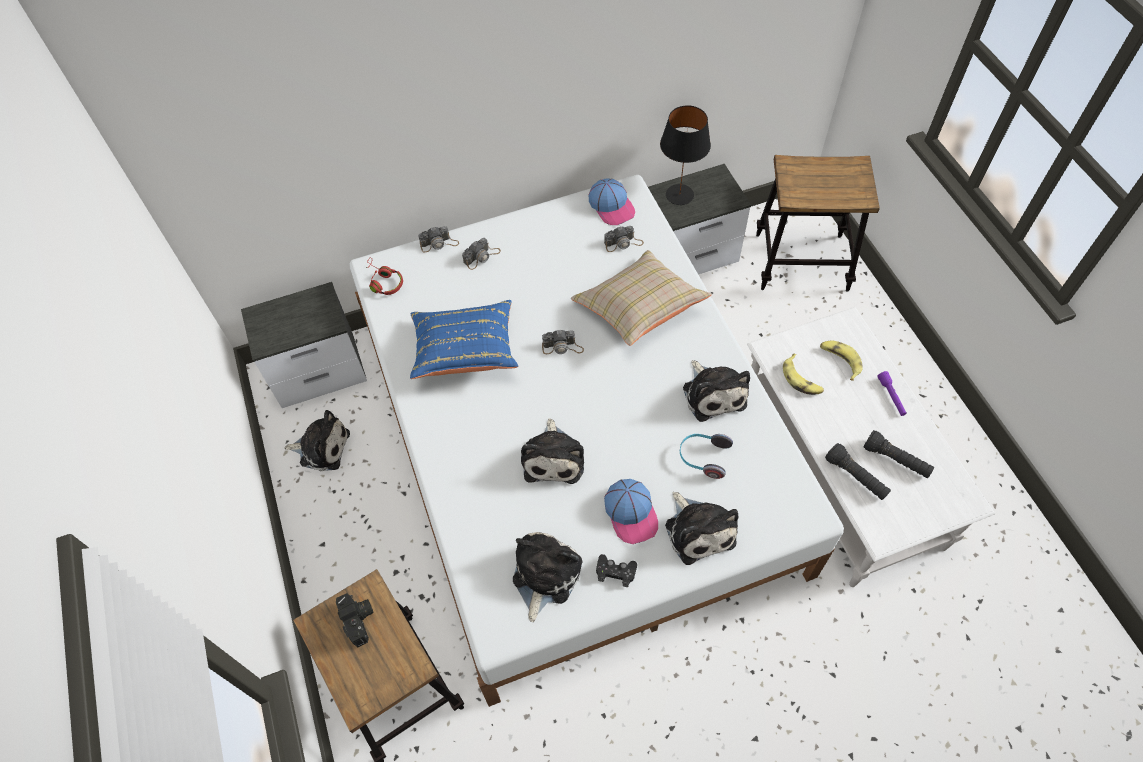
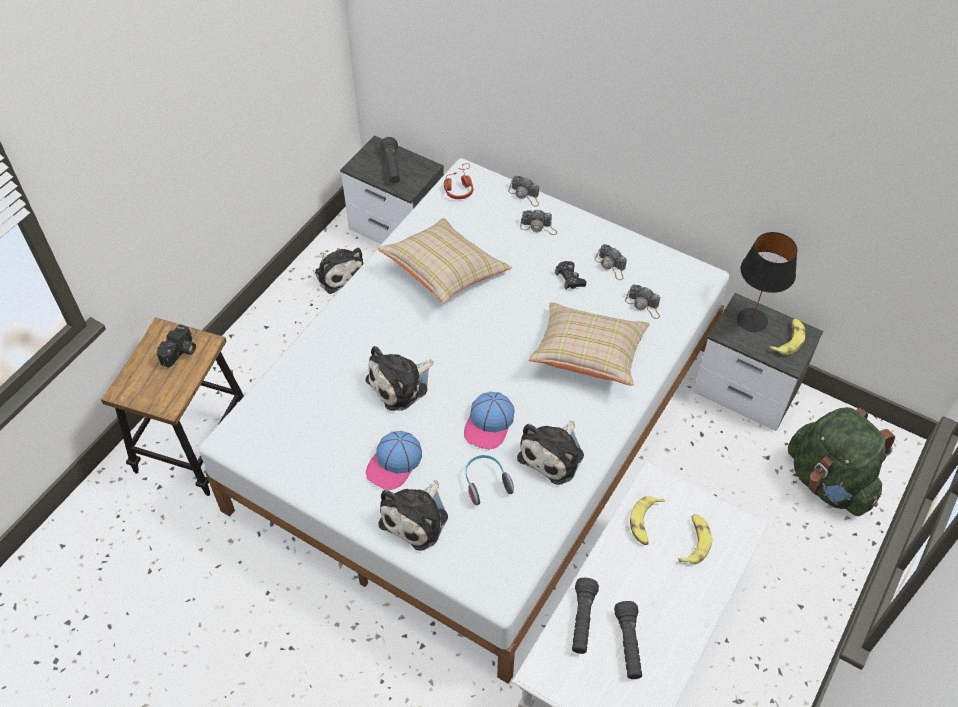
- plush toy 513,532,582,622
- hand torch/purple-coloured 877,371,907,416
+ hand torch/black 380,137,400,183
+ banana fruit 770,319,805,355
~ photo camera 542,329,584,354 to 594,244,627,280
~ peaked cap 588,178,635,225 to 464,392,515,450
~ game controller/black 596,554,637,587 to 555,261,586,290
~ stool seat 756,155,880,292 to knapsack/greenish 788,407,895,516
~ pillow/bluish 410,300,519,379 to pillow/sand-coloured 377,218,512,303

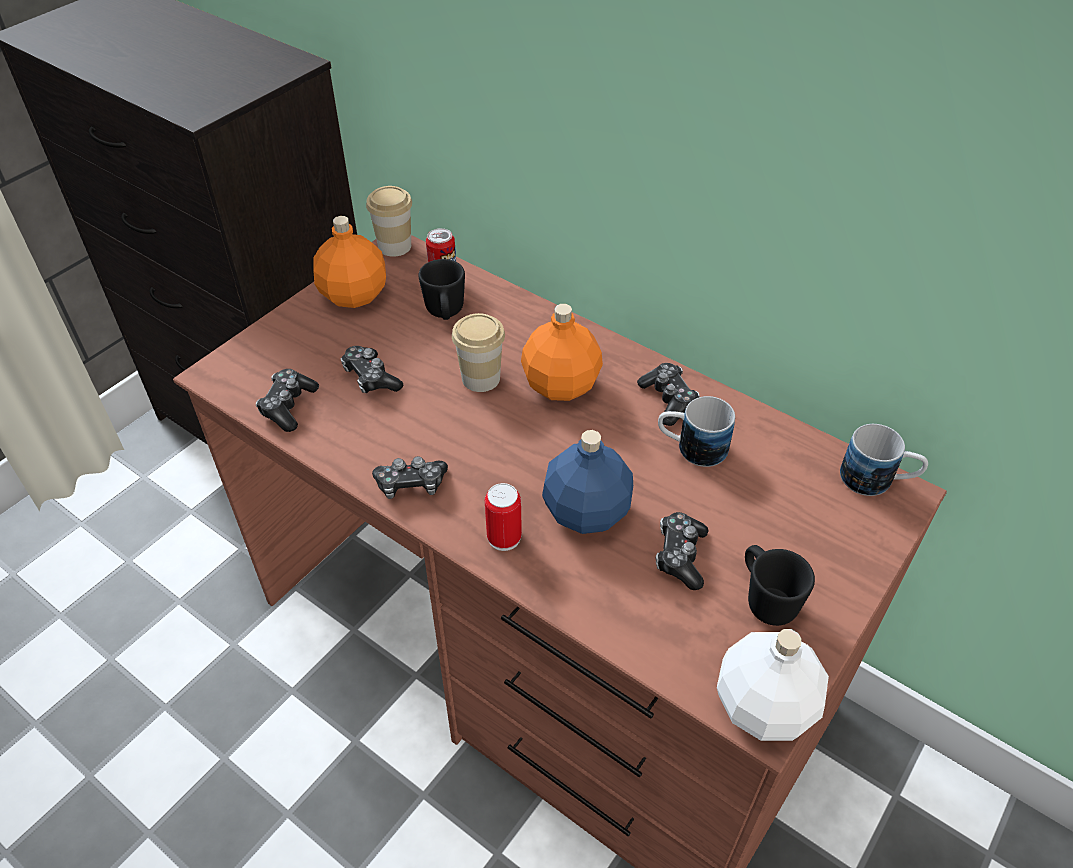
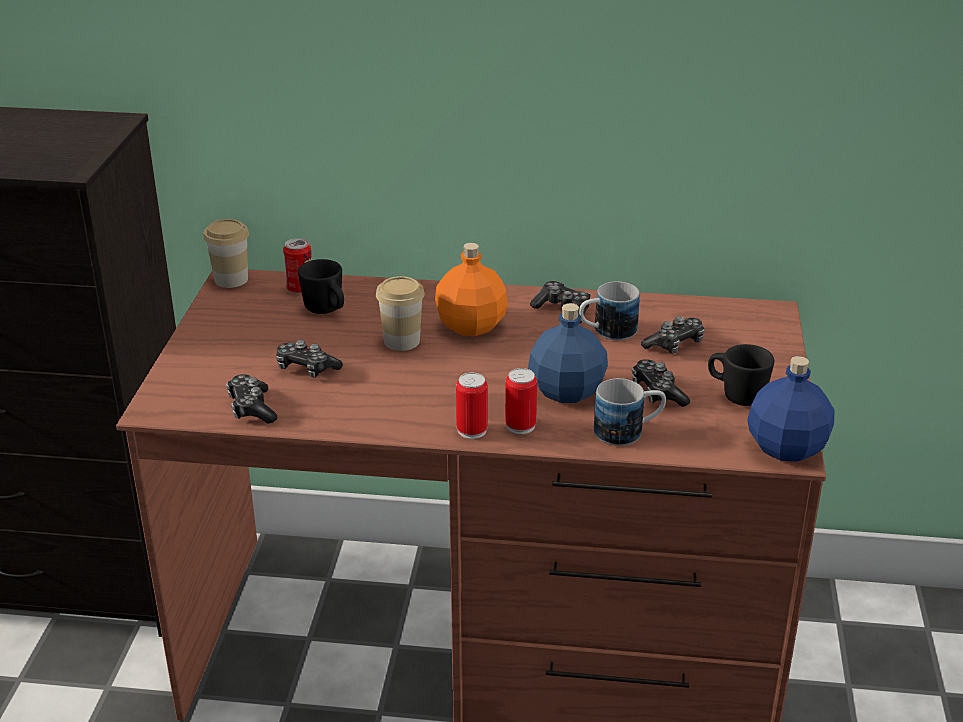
- beverage bottle/orange 313,216,386,308
+ can 456,373,488,439
~ game controller 372,456,448,499 to 641,316,705,354
~ tea mug 840,424,928,496 to 594,378,666,446
~ beverage bottle/white 717,629,829,741 to beverage bottle/bluish 747,356,835,462

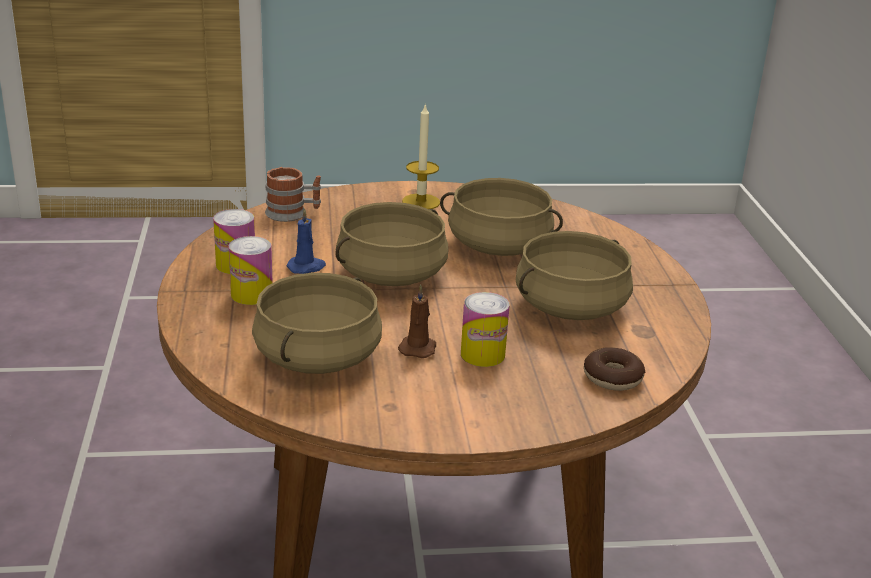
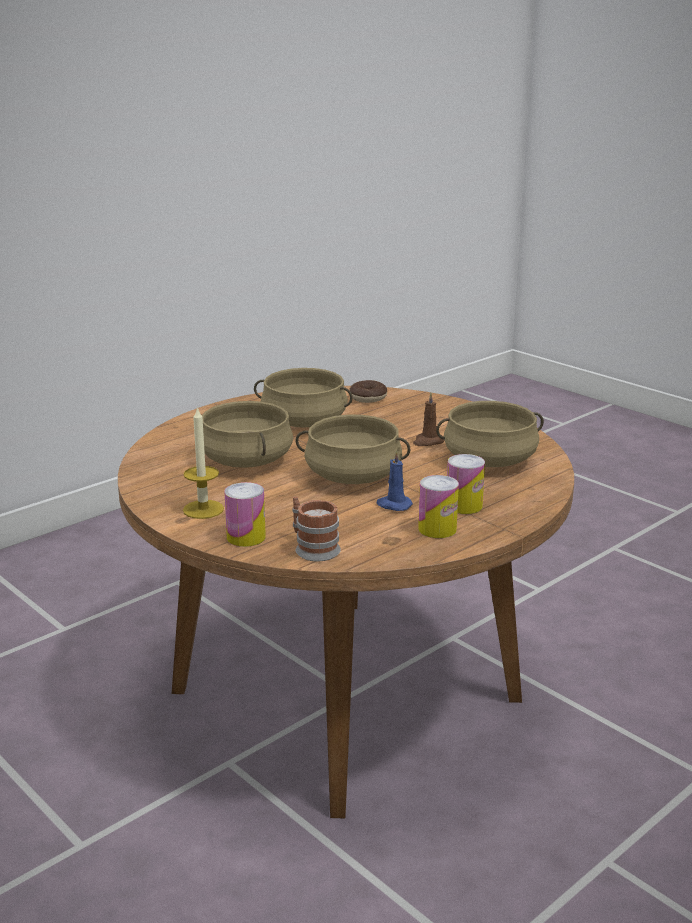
~ can 461,292,510,367 to 224,482,266,547

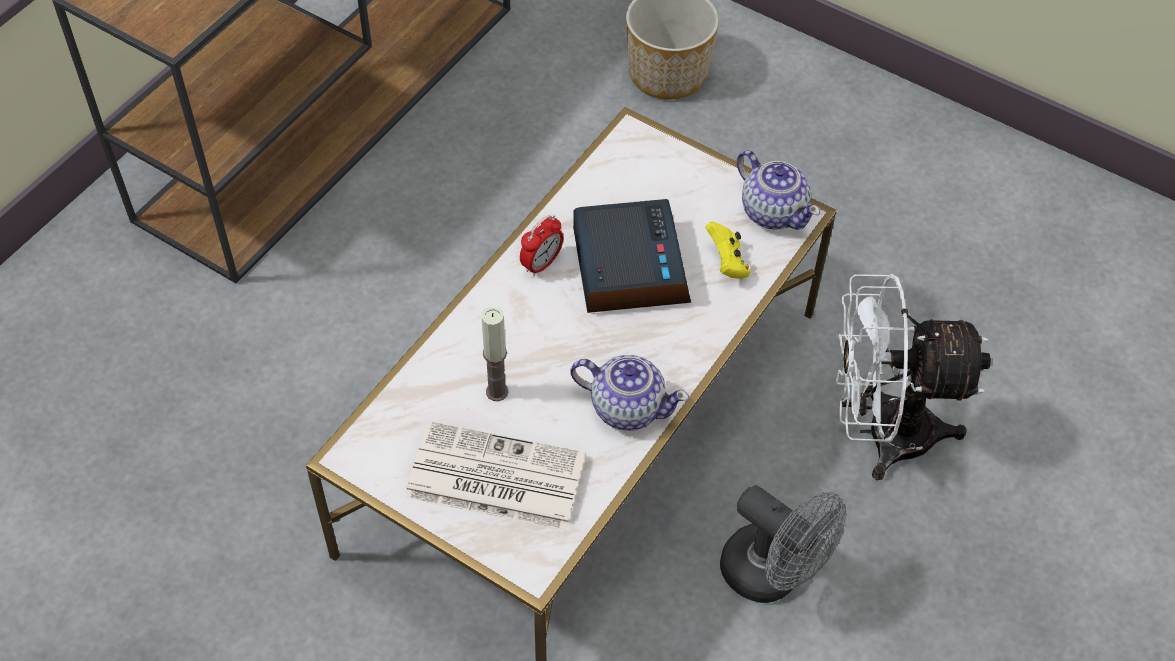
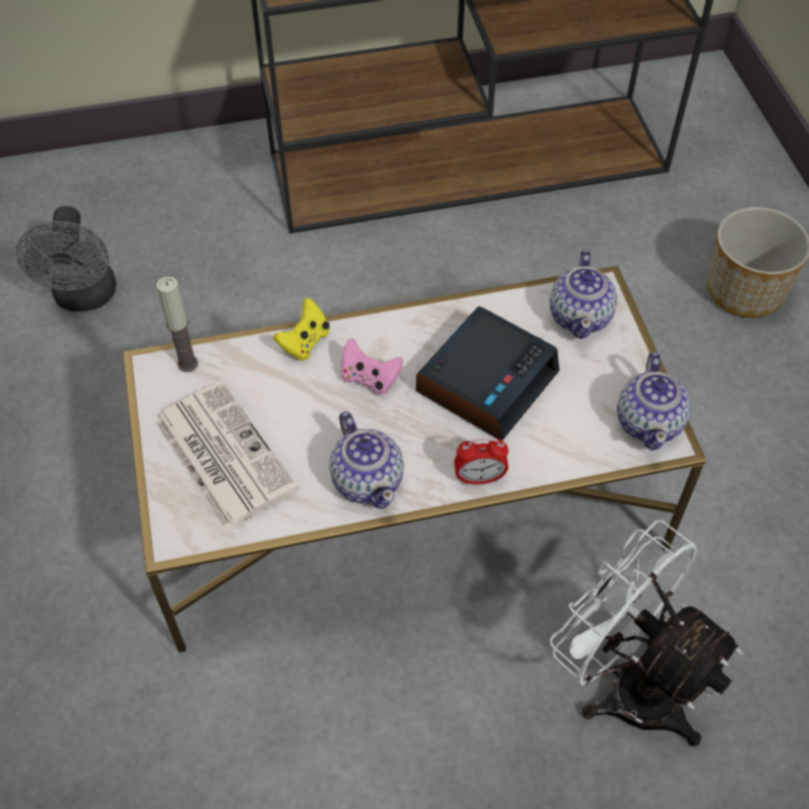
+ game controller/pinkish 341,338,403,395
+ tea pot 550,250,617,339
~ candle 482,307,509,401 to 157,276,198,372
~ table clock 520,215,563,277 to 454,438,509,484
~ game controller/yellow 705,221,750,279 to 273,298,330,361
~ cooling fan/grey 720,485,846,603 to 16,206,116,312

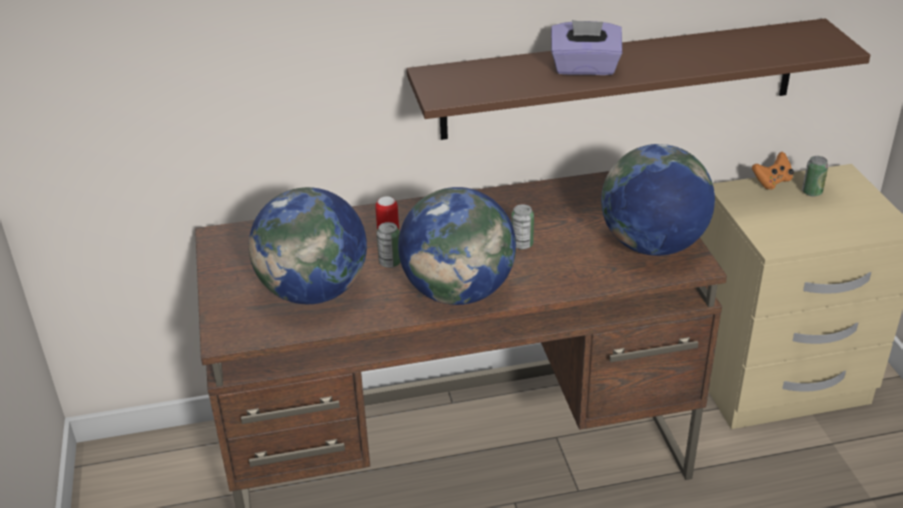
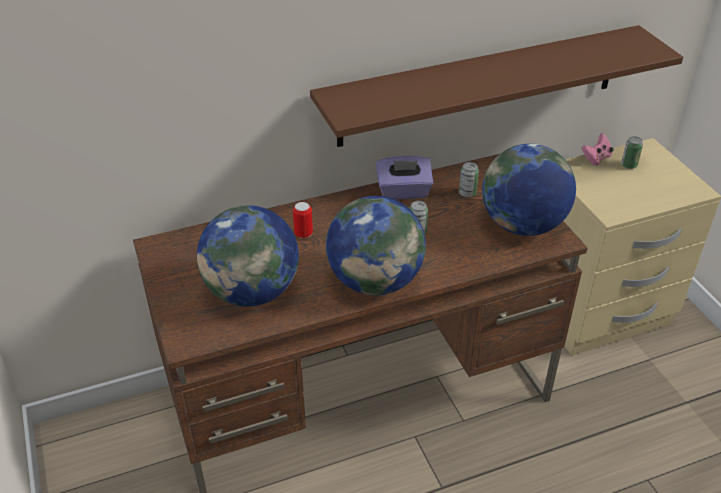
~ can 377,222,401,268 to 459,162,479,197
~ tissue box/purple-coloured 551,20,622,75 to 376,156,433,200
~ game controller/orange 752,152,794,190 to game controller/pinkish 582,133,613,165

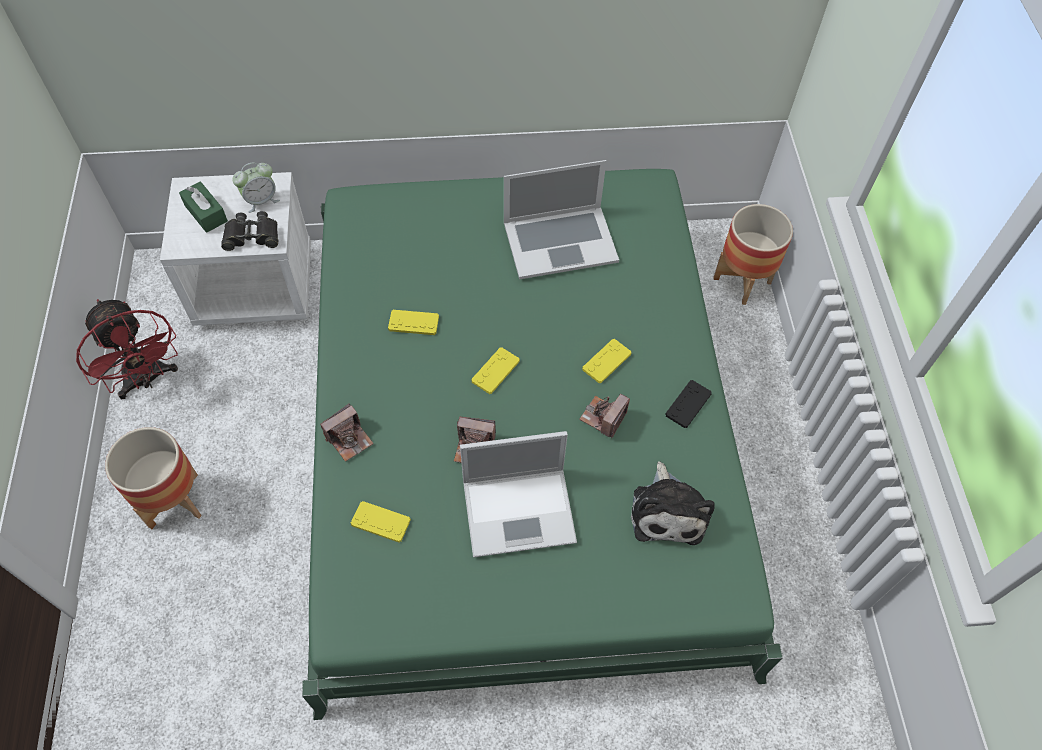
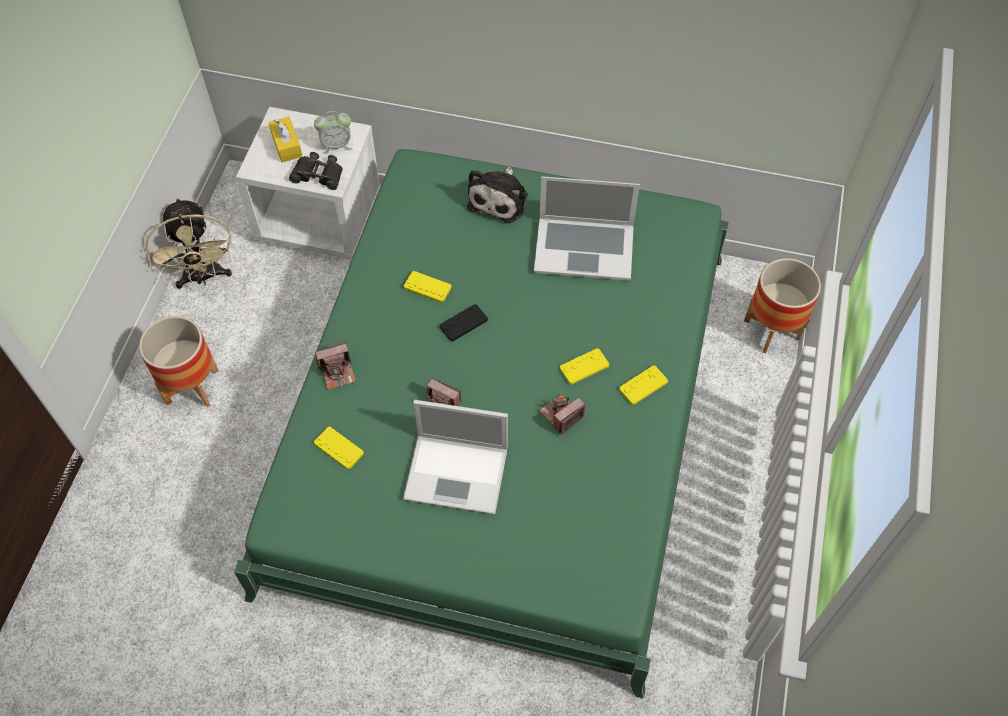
~ game controller/yellow 471,347,520,394 to 619,365,668,405
~ plush toy 631,461,715,545 to 467,167,528,223
~ game controller/black 665,380,712,428 to 440,304,488,342
~ cooling fan/red 76,299,178,399 to cooling fan/sand-coloured 145,197,232,289
~ tissue box/greenish 179,182,228,233 to tissue box/yellow 268,116,303,162

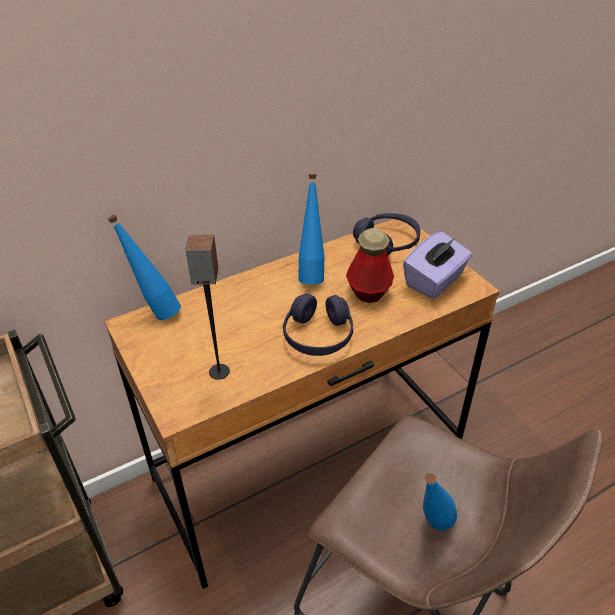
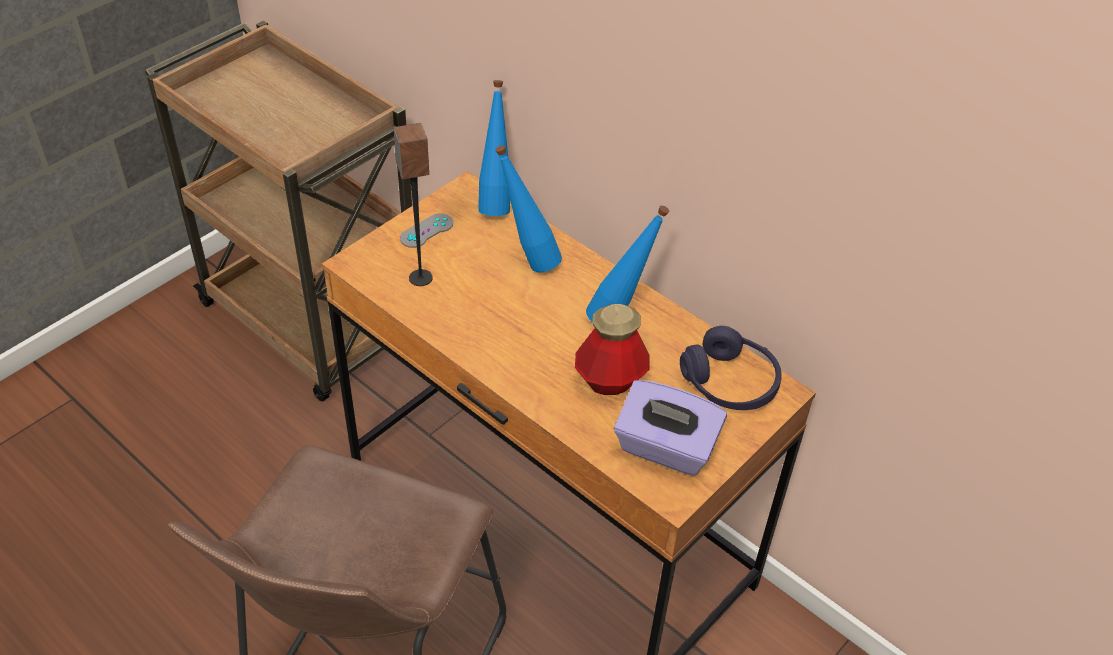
- headphones/purple-coloured 283,293,353,356
+ game controller/grey 400,213,453,248
~ beverage bottle/bluish 423,473,457,531 to 495,145,562,272

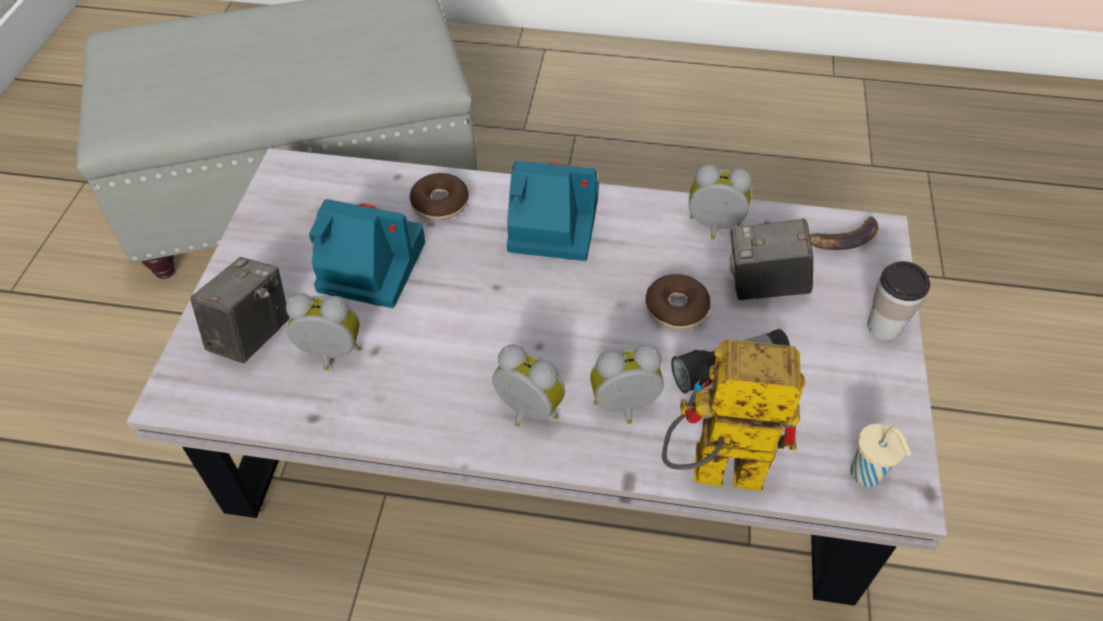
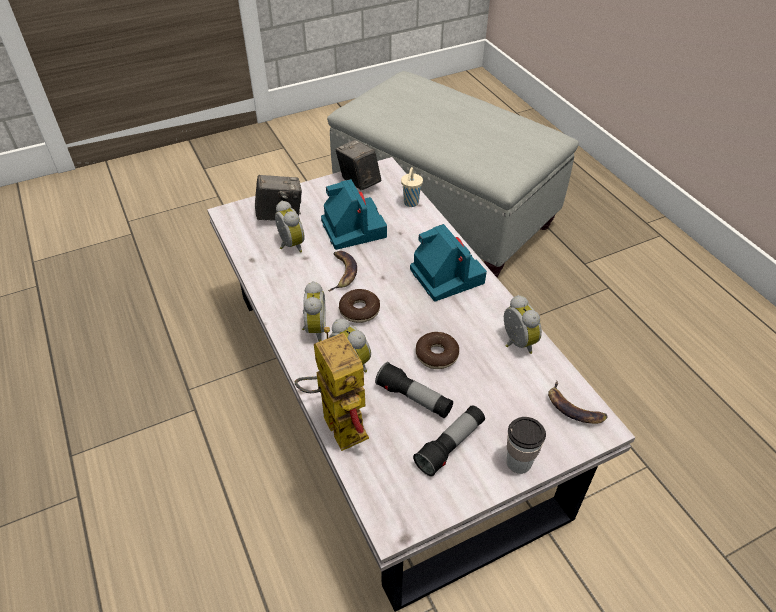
+ banana fruit 328,251,357,291
+ hand torch 413,405,485,477
~ ring doughnut 409,173,468,221 to 339,289,380,323
~ photo camera 730,218,813,300 to 335,140,382,191
~ cup/sand-coloured 850,423,911,487 to 401,167,423,207

